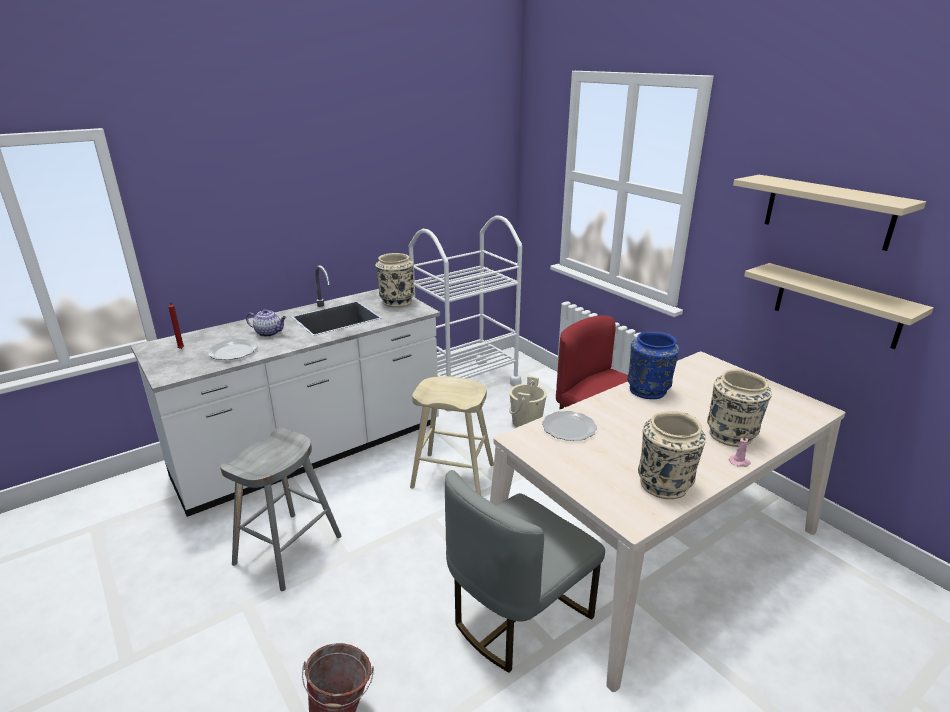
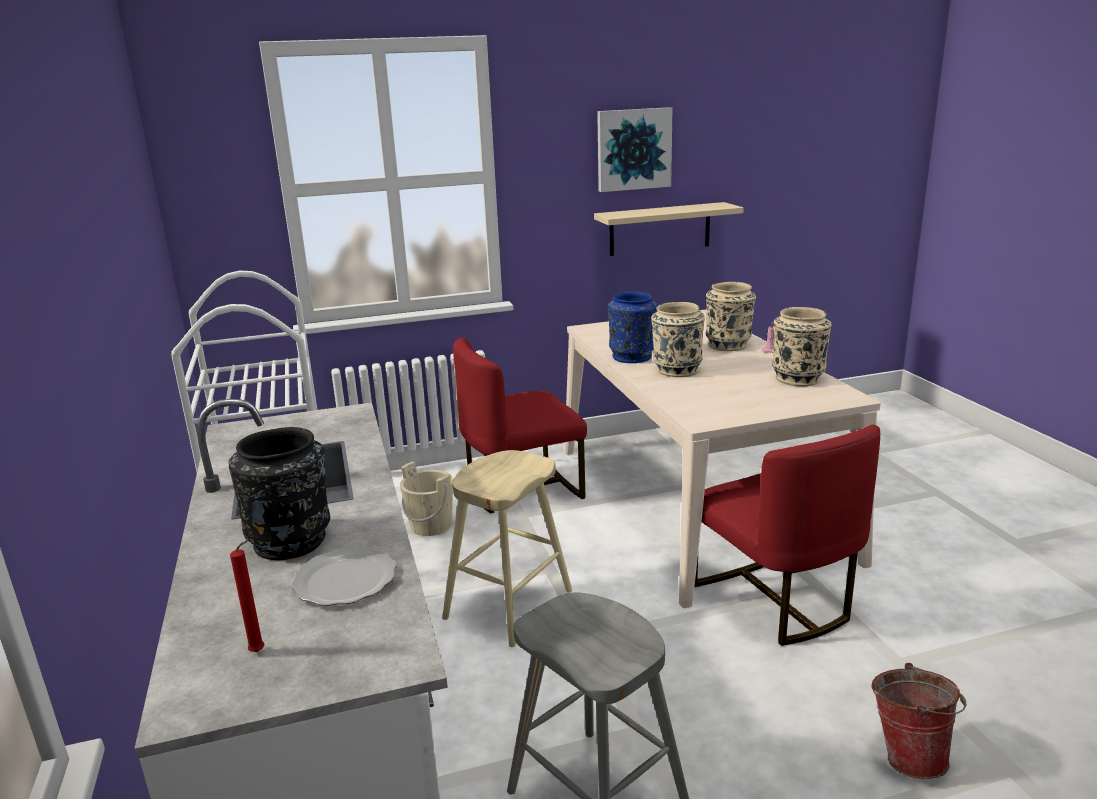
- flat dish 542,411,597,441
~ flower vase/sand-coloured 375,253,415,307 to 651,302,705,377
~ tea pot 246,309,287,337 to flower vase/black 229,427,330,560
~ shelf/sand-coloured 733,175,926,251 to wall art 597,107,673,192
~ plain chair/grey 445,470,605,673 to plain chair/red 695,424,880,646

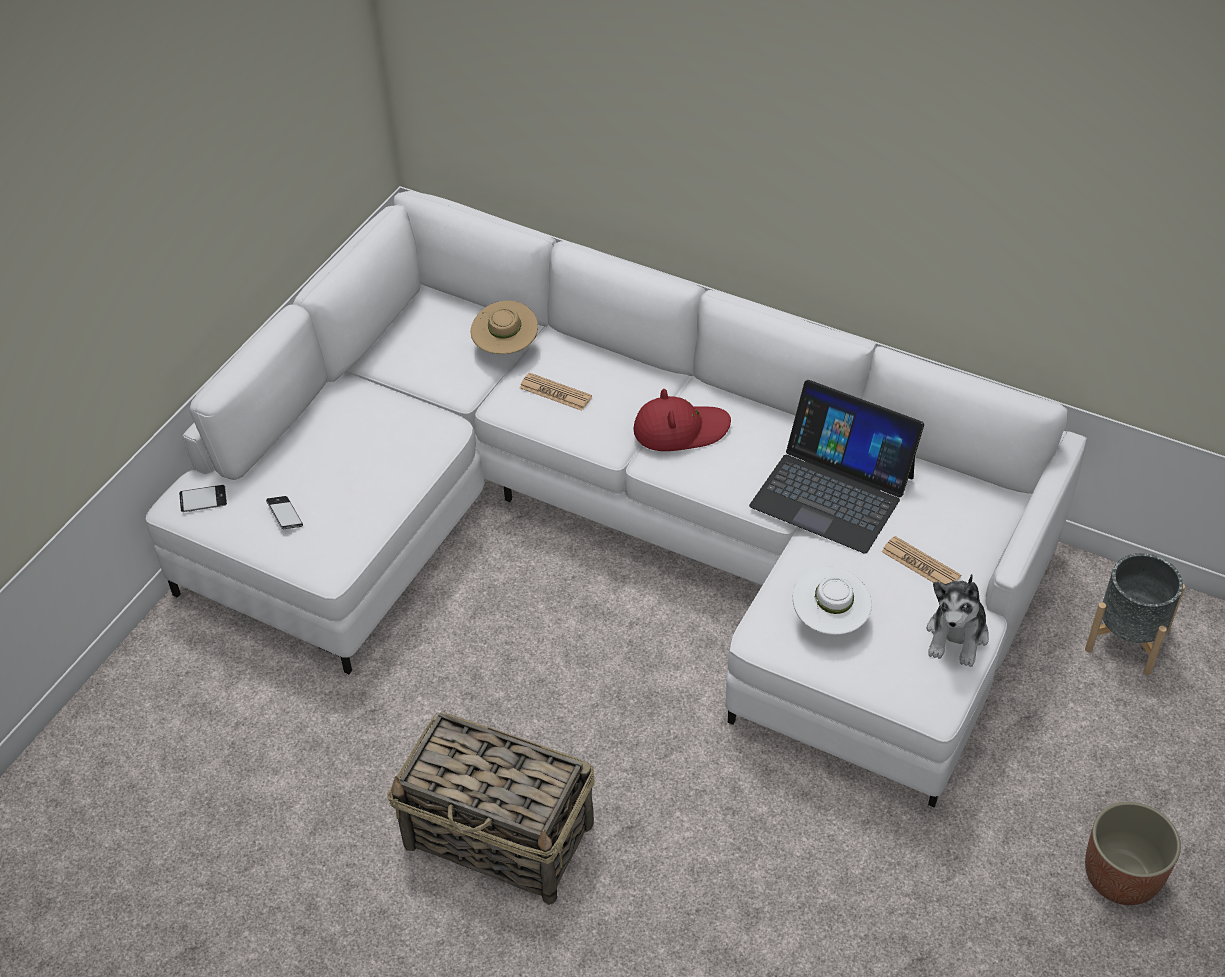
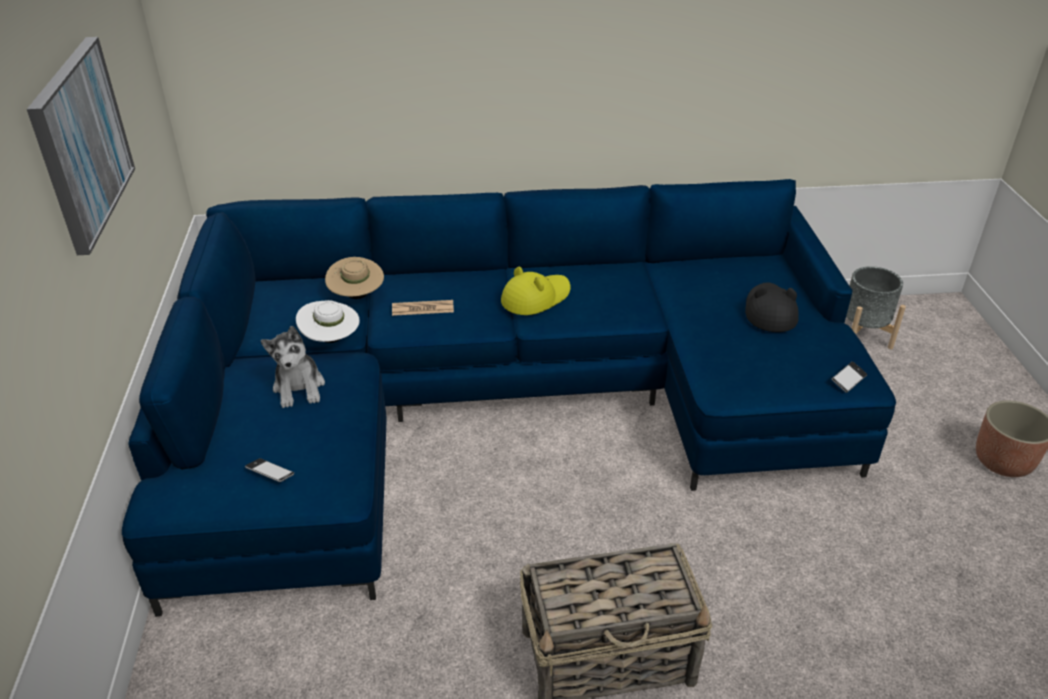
- portable computer 749,380,924,554
+ wall art 27,37,135,255
~ phone 179,485,227,512 to 832,362,867,393
~ clothing hat/white 793,566,872,635 to 296,300,360,343
~ plush toy 926,574,989,667 to 261,326,325,408
~ newspaper 881,536,961,584 to clothing hat/black 745,282,799,332
~ sofa/white 145,191,1087,807 to sofa/bluish 122,179,896,617
~ clothing hat/red 633,389,731,451 to clothing hat/yellow 501,267,570,315

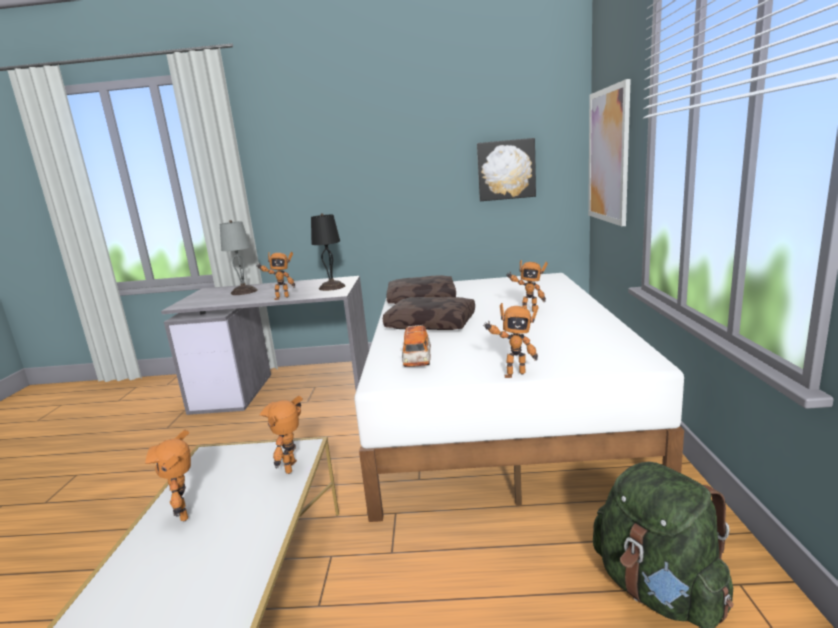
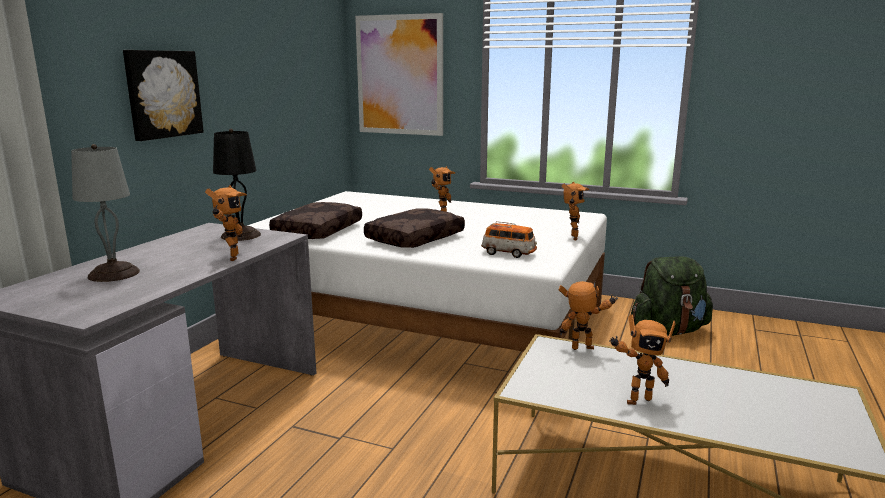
~ wall art 477,138,536,201 to 123,50,204,141
~ robot figure 260,396,303,474 = 559,281,618,350 150 degrees clockwise

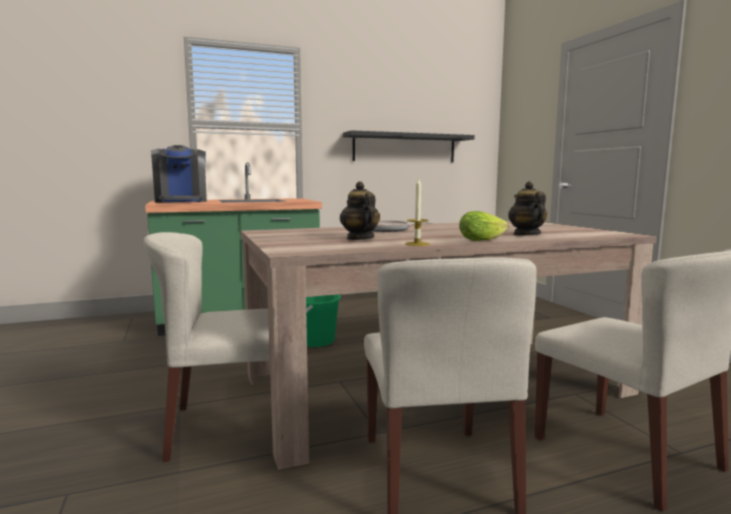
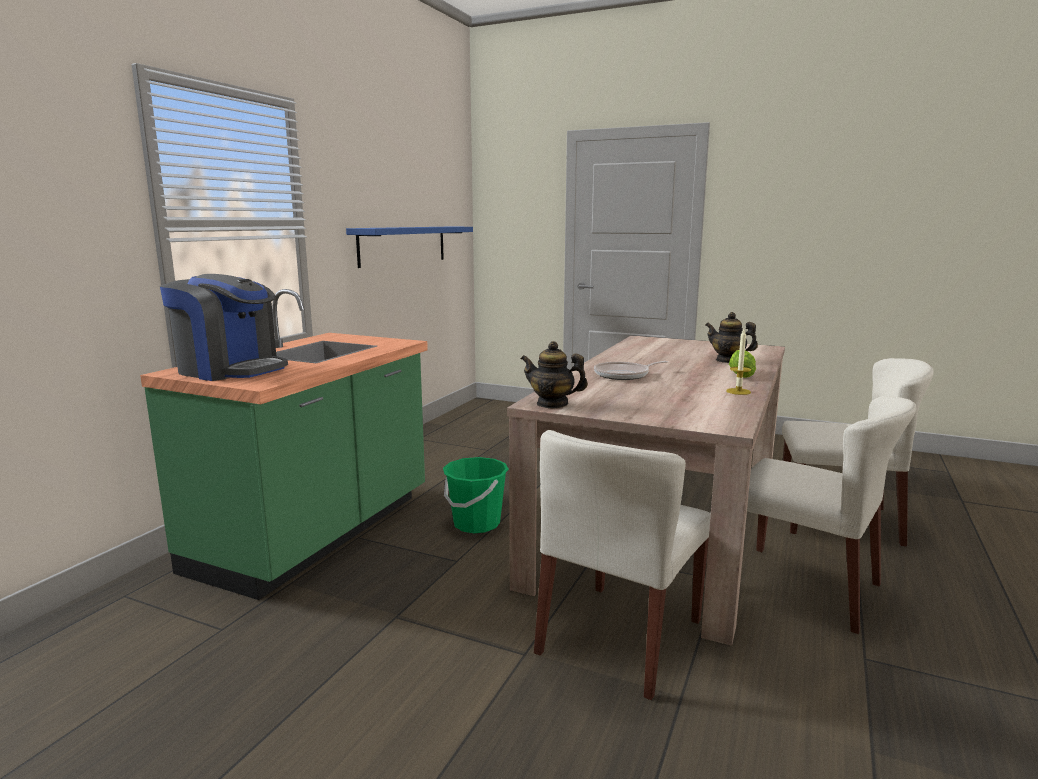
~ tea pot 340,181,380,240 to 521,341,588,408
~ shelf/black 343,130,475,162 to shelf/bluish 346,227,473,268

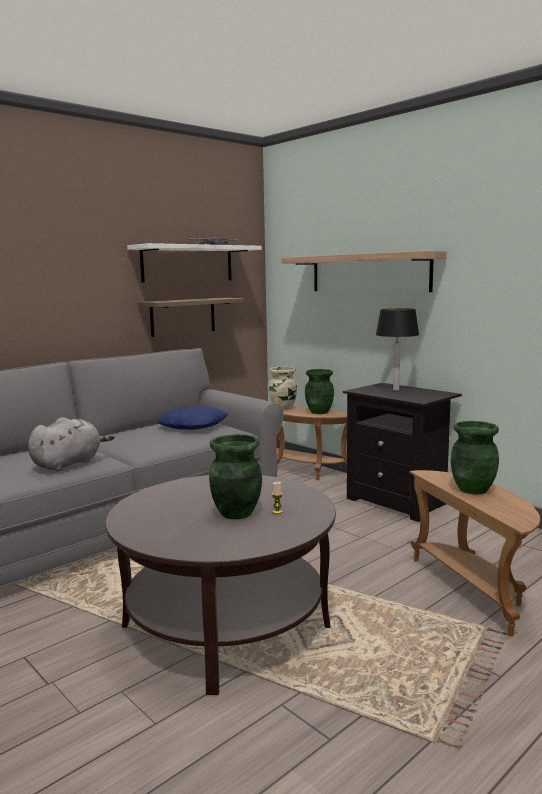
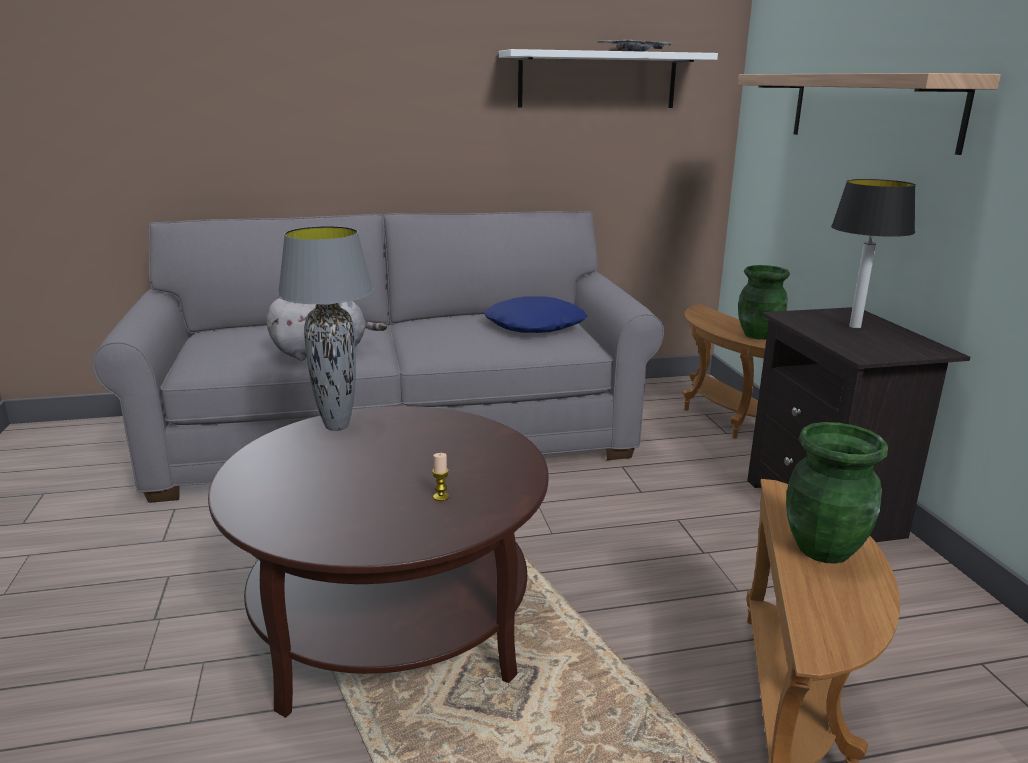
- shelf 138,298,244,337
- flower vase/greenish 209,434,262,519
- flower vase/sand-coloured 269,367,297,410
+ tabletop lamp/grey 278,226,374,431

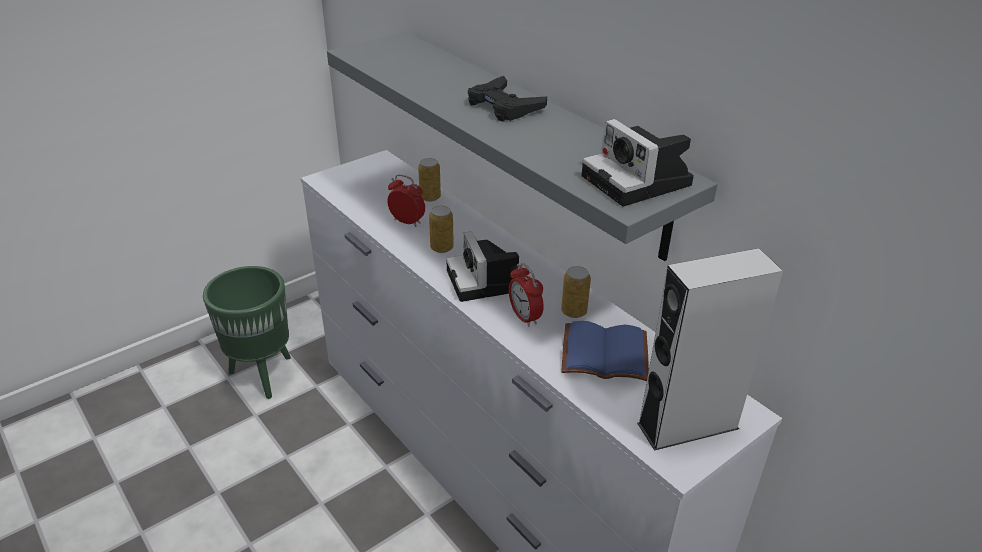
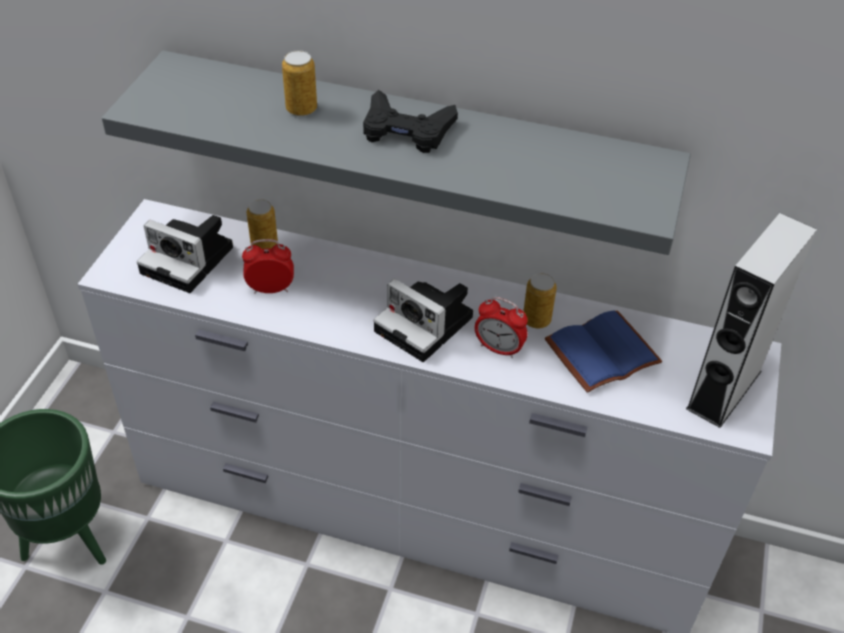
~ can 429,206,454,253 to 282,50,317,116
~ photo camera 582,119,694,207 to 137,215,233,293

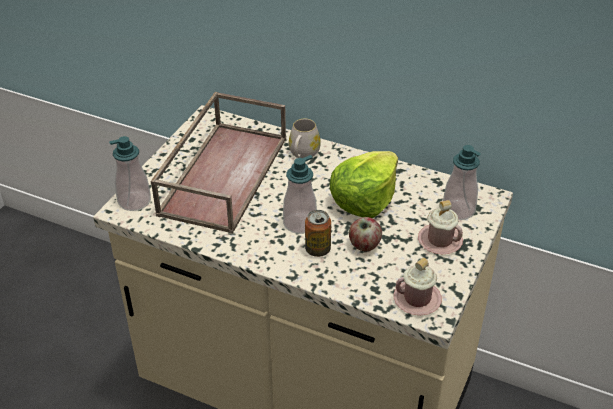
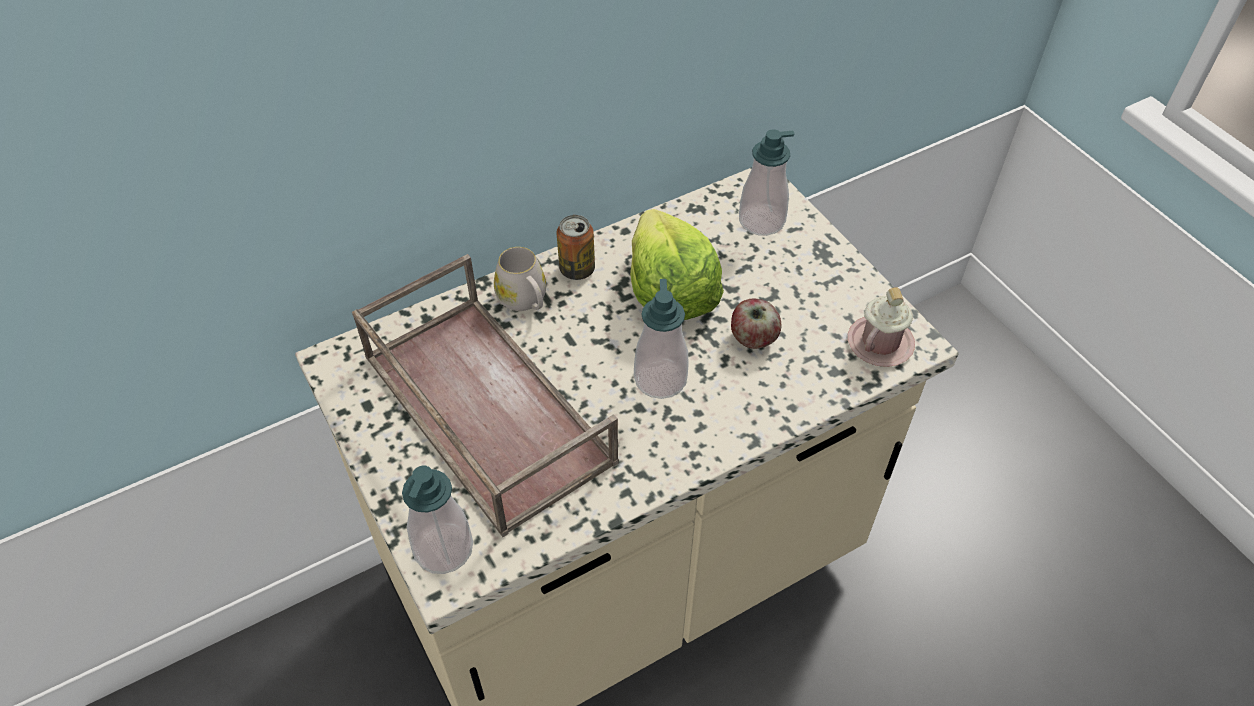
- tea mug/pinkish 418,200,463,254
~ can 305,210,331,257 to 556,215,595,280

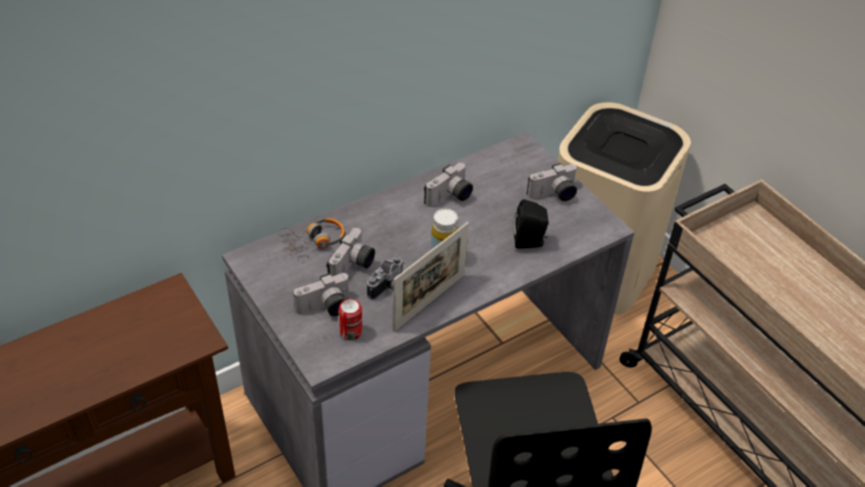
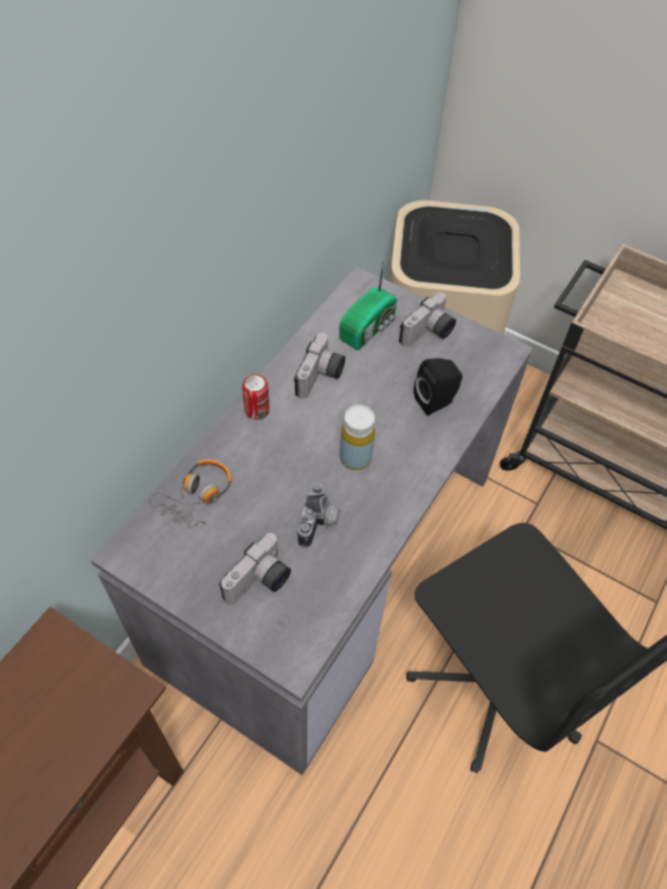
- photo camera 326,228,375,276
- picture frame 393,222,469,332
+ radio set 339,258,398,350
~ can 339,299,362,340 to 242,374,269,420

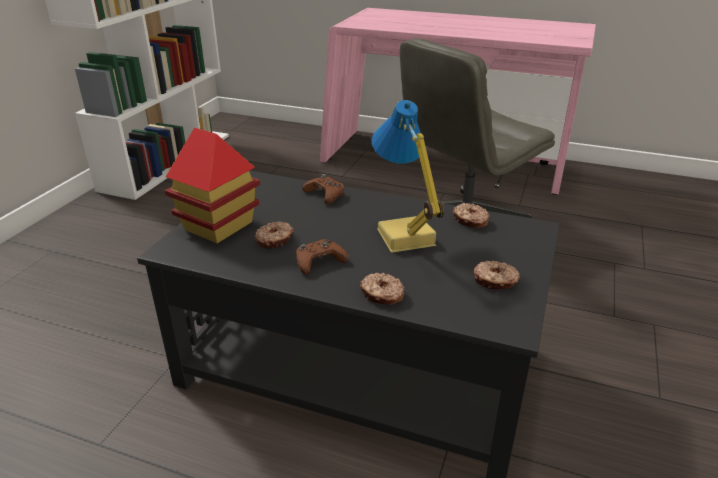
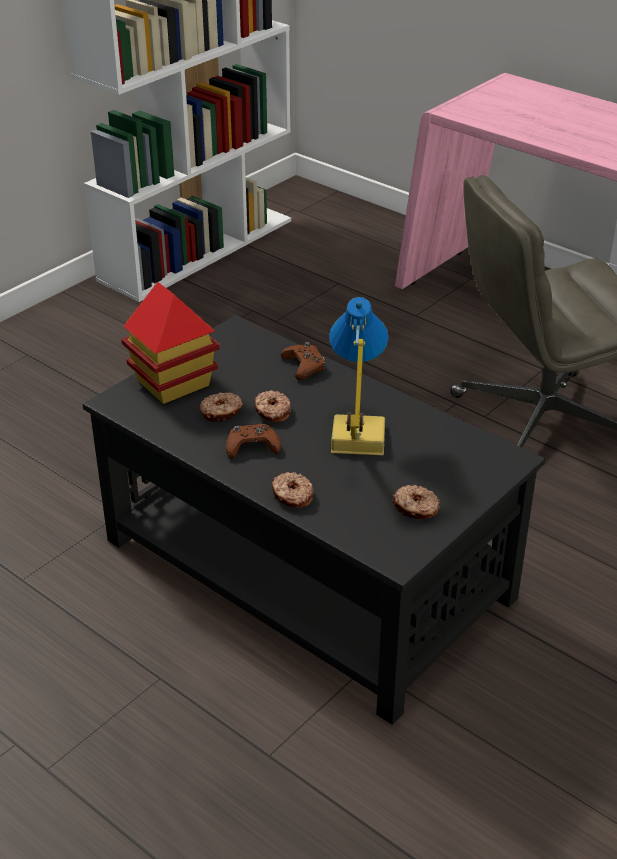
~ ring doughnut 453,203,490,228 to 255,390,291,422

